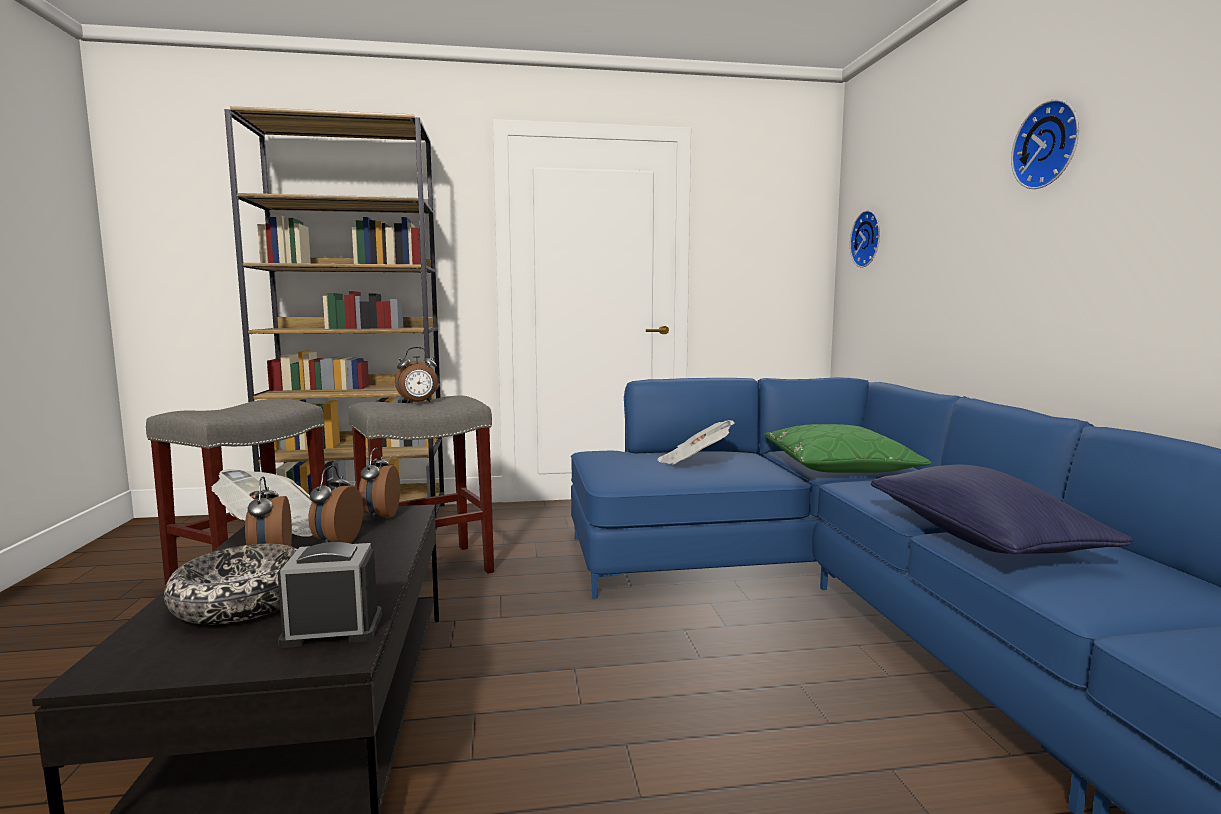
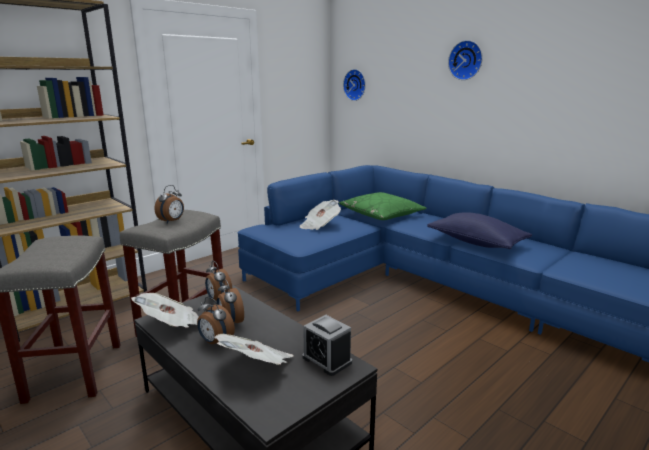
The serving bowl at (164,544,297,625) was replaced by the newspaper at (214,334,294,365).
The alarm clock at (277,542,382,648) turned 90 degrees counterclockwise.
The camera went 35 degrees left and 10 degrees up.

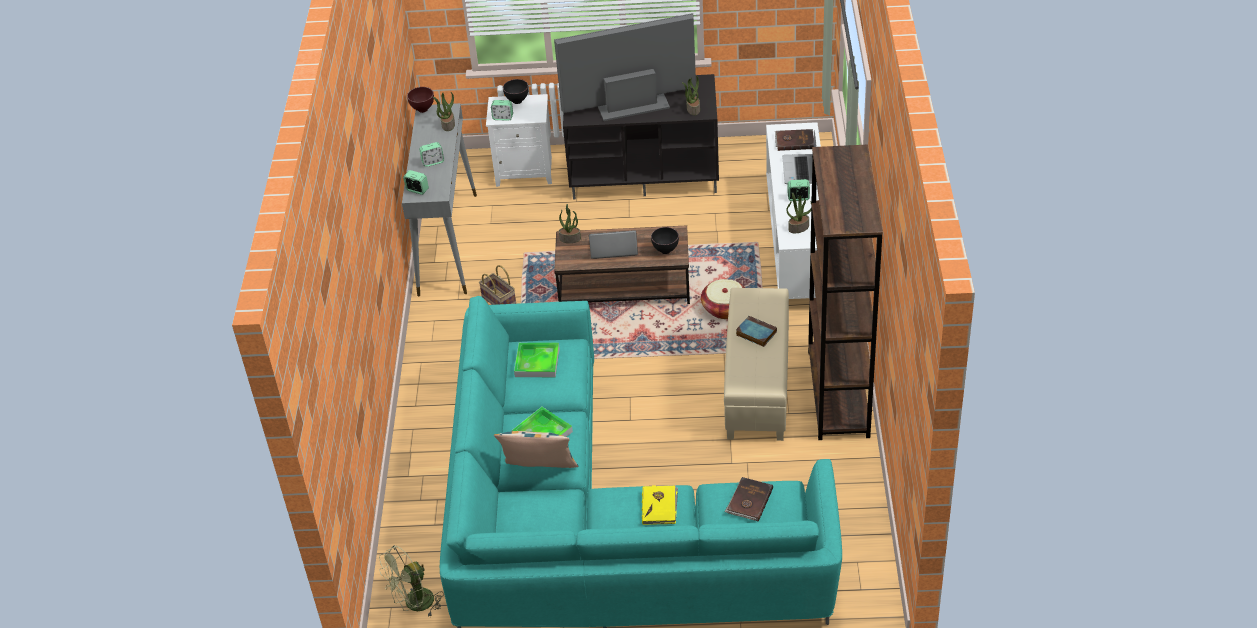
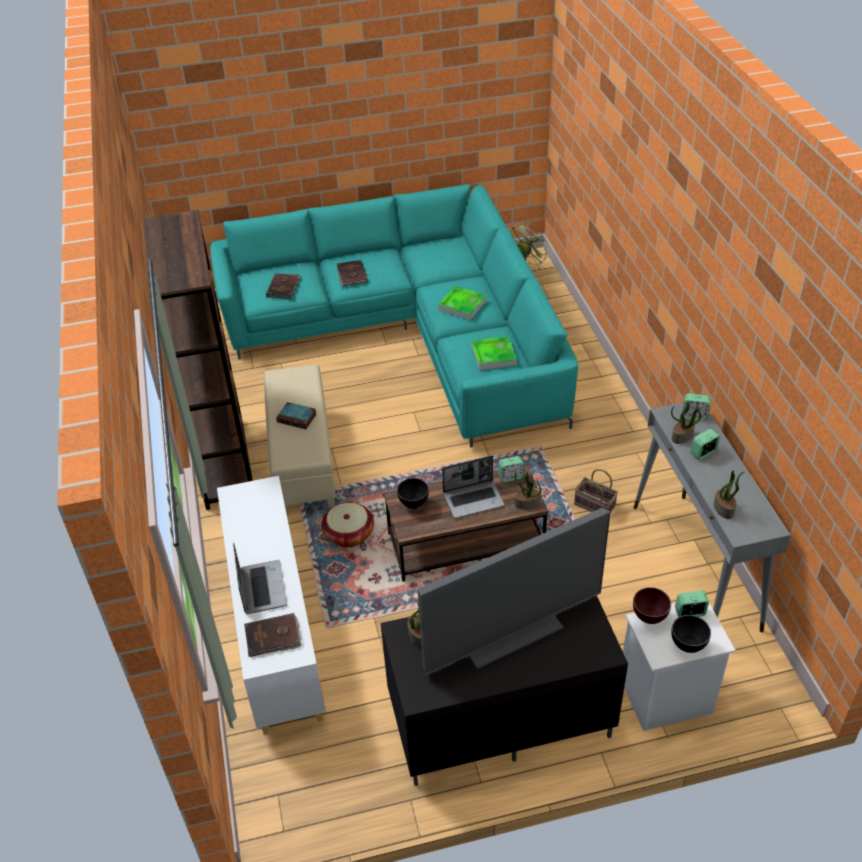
The bound book in yellow at (642,485,678,525) became the bound book in brown at (336,260,368,286).
The alarm clock moved from (788,179,810,201) to (498,456,524,482).
The serving bowl in brown moved from (407,87,434,113) to (633,587,671,624).
The potted plant moved from (786,193,811,233) to (671,401,701,444).
The cushion at (494,431,578,468) disappeared.
The camera went 165 degrees right and 0 degrees up.

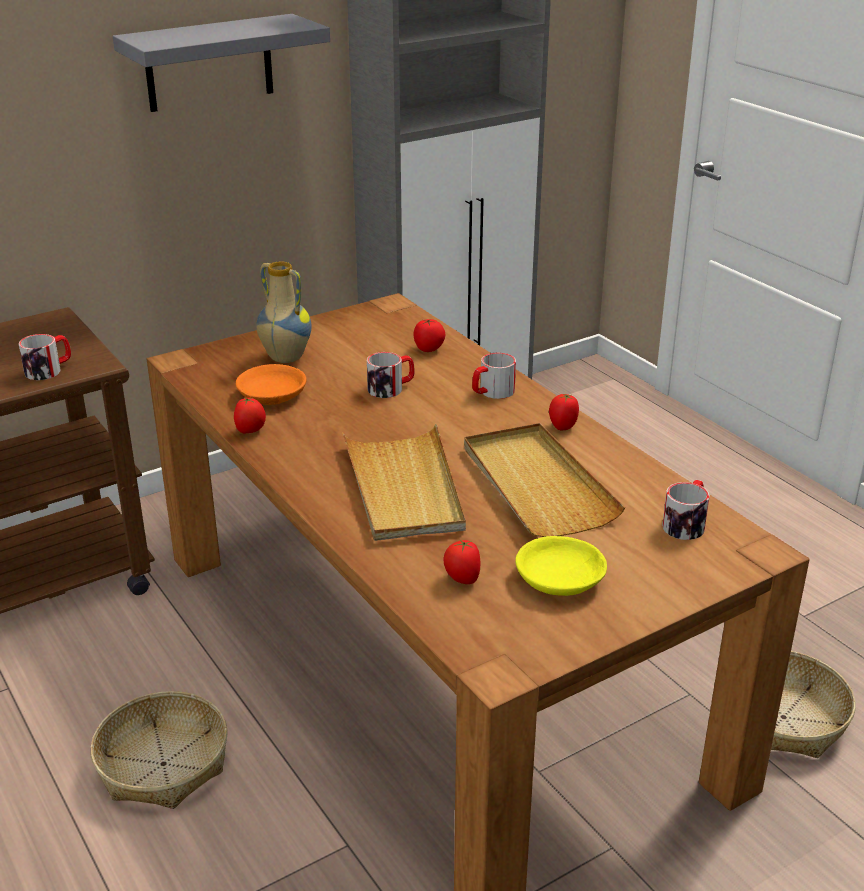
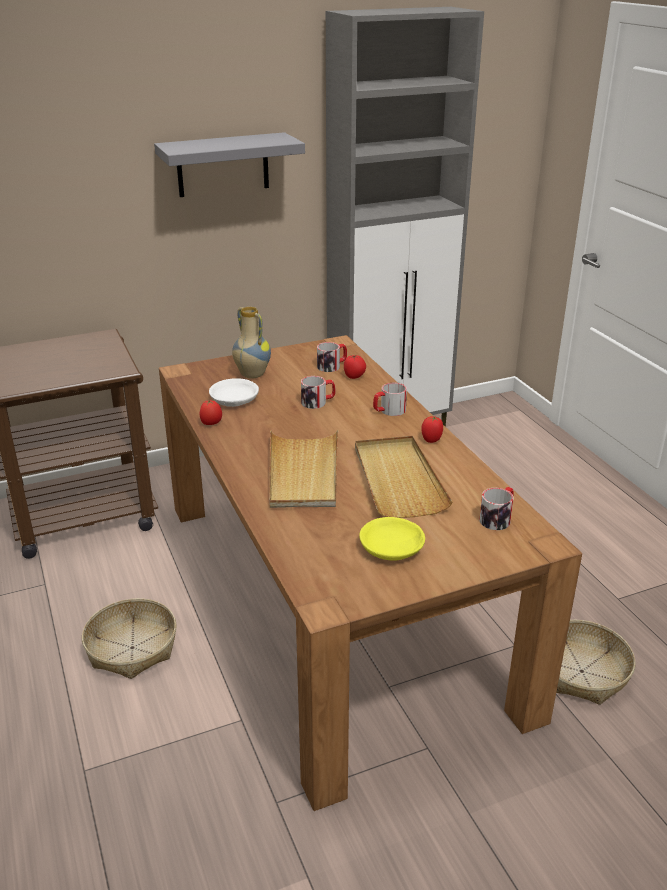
The serving bowl in orange at (236,364,307,405) became the serving bowl in white-coloured at (209,378,259,407).
The tea mug moved from (19,334,71,380) to (317,342,347,372).
The fresh tomato at (444,539,480,584) disappeared.
The camera went 10 degrees right and 0 degrees up.

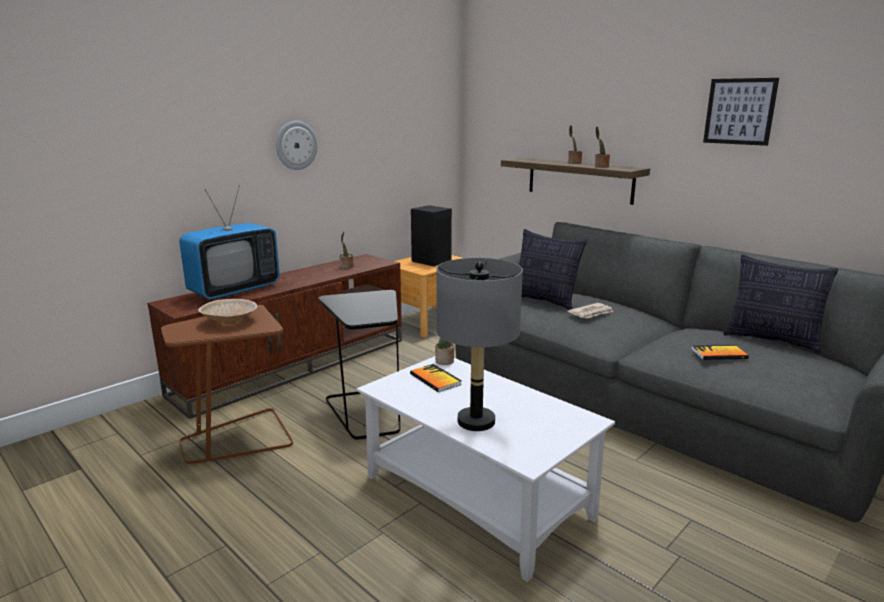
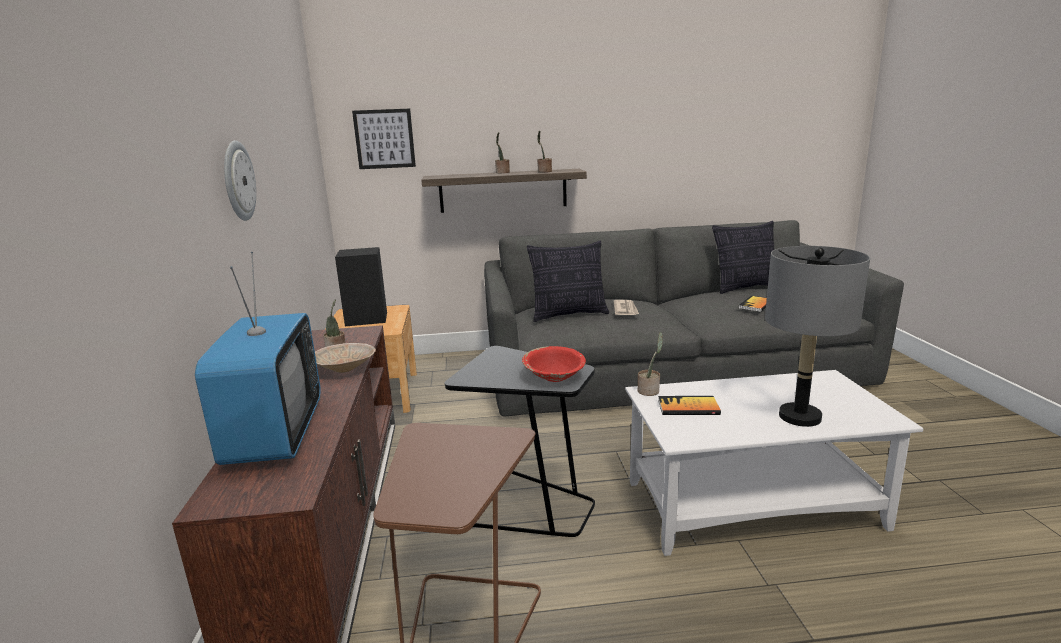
The serving bowl in beige moved from (198,299,258,324) to (315,343,376,373).
The wall picture moved from (703,78,779,146) to (352,109,416,169).
The serving bowl in reddish at (522,346,586,382) appeared.
The camera went 50 degrees left and 0 degrees up.

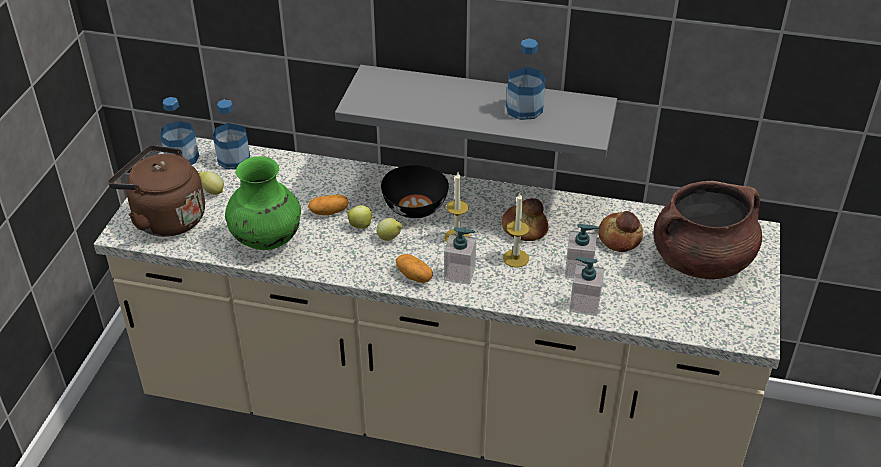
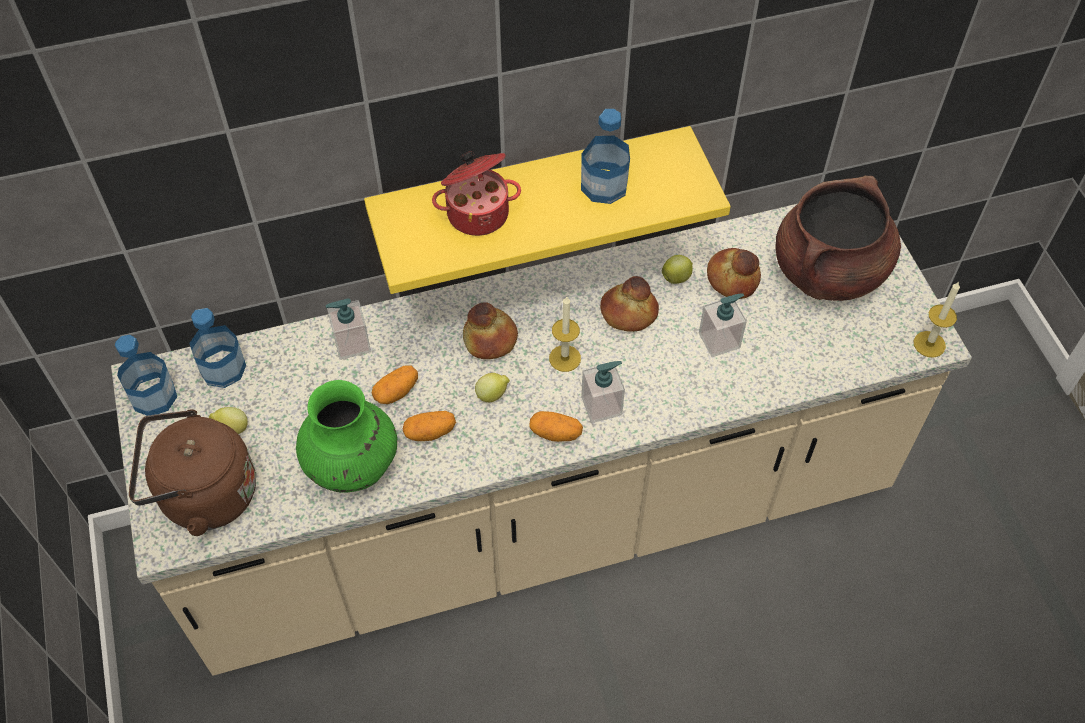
The soap bottle moved from (570,257,604,316) to (326,298,371,360).
The bracket shelf in gray at (335,65,617,158) became the bracket shelf in yellow at (364,126,731,294).
The whole potato at (403,411,456,441) appeared.
The stockpot at (432,151,521,236) appeared.
The serving bowl in blackish at (381,165,449,218) was replaced by the baked bread at (463,302,518,359).
The apple fruit moved from (347,205,375,229) to (662,255,693,284).
The candle moved from (503,193,530,268) to (914,281,960,358).
The camera went 30 degrees left and 15 degrees up.

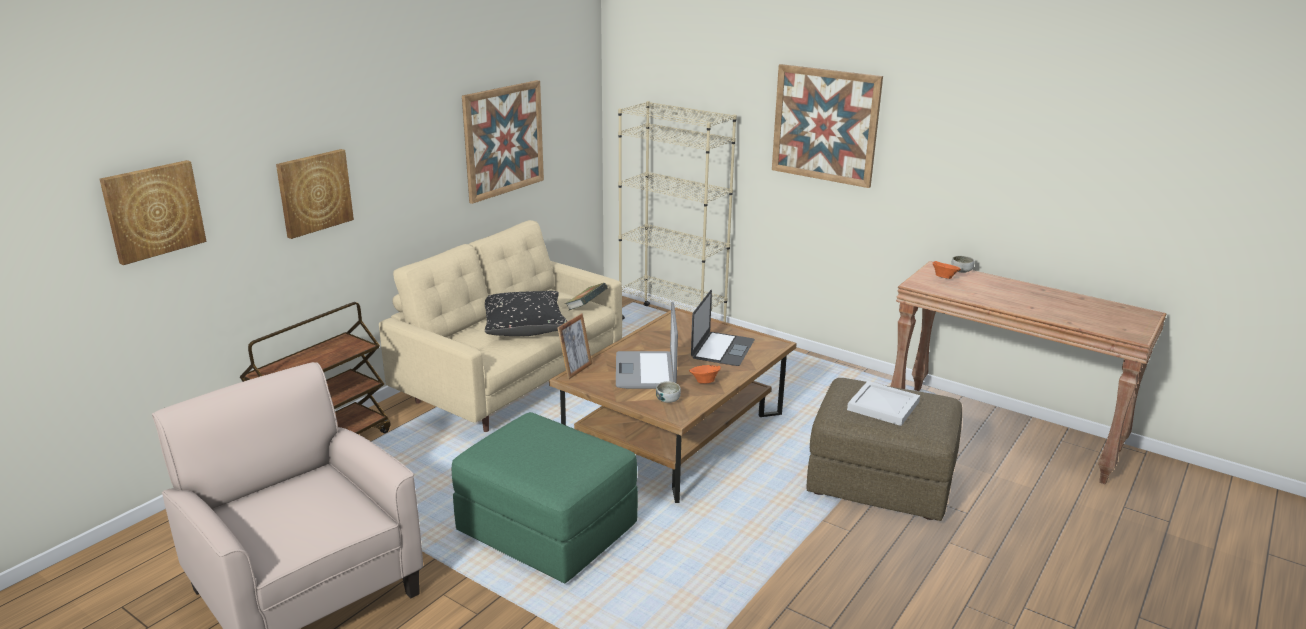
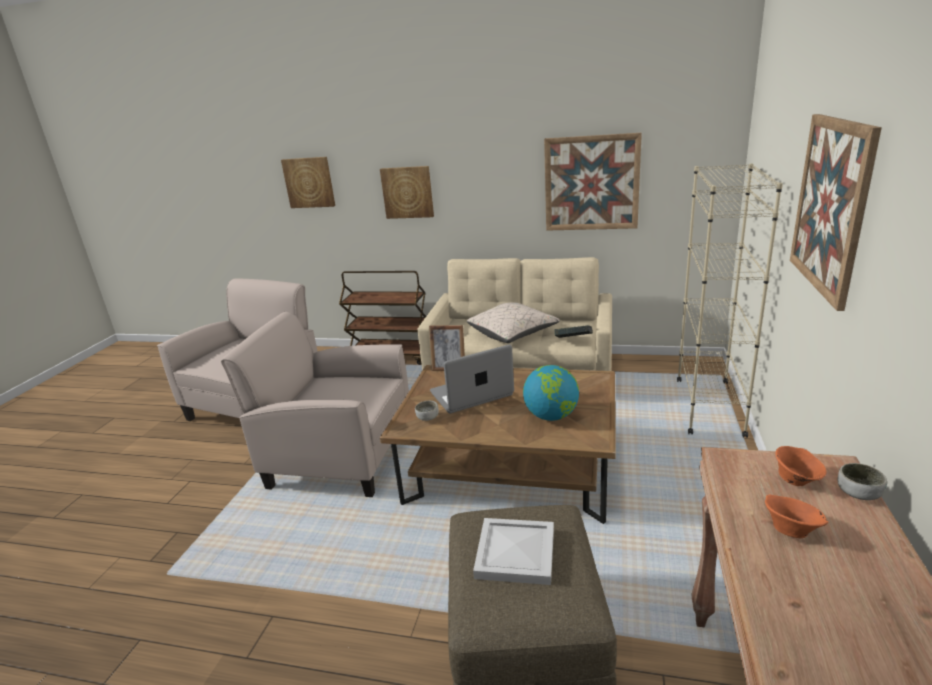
The footrest in green-coloured at (452,412,638,583) was replaced by the lounge chair in beige at (221,312,409,497).
The cushion in blackish at (485,291,568,336) became the cushion in beige at (467,303,560,343).
The laptop at (691,290,755,366) was replaced by the world globe at (523,365,579,421).
The serving bowl in orange moved from (689,365,721,384) to (765,495,829,538).
The camera went 70 degrees right and 0 degrees up.

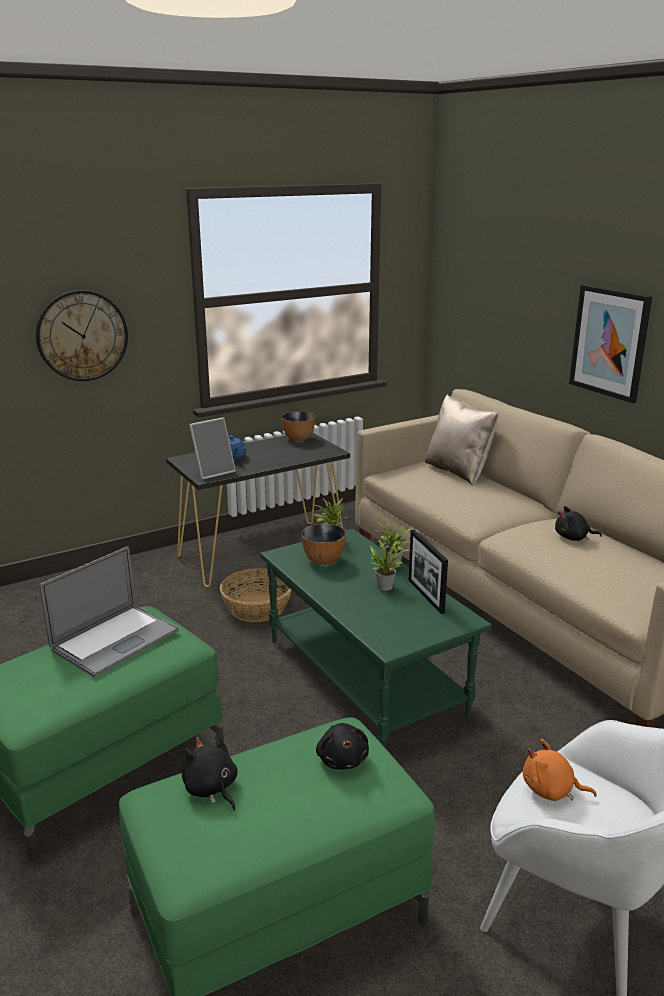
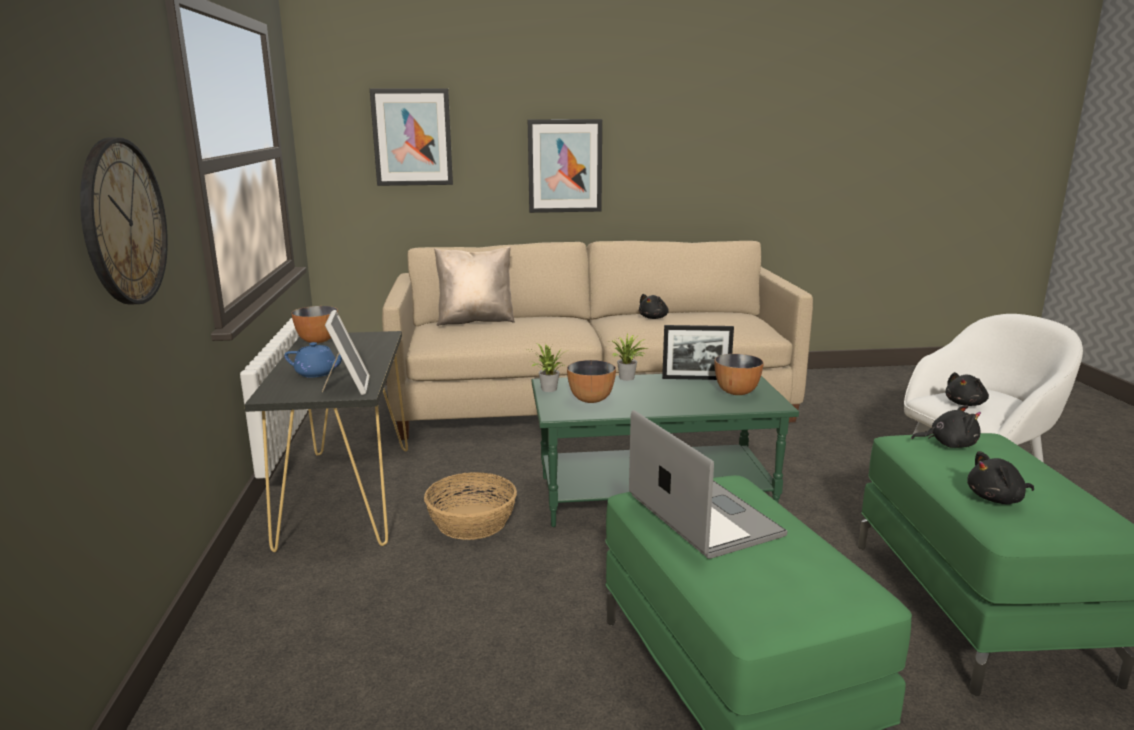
The wall picture at (370,88,453,186) appeared.
The serving bowl at (715,354,764,395) appeared.
The plush toy in orange at (523,739,597,801) became the plush toy in blackish at (945,372,989,406).
The potted plant at (369,541,409,591) disappeared.
The camera went 65 degrees left and 5 degrees down.

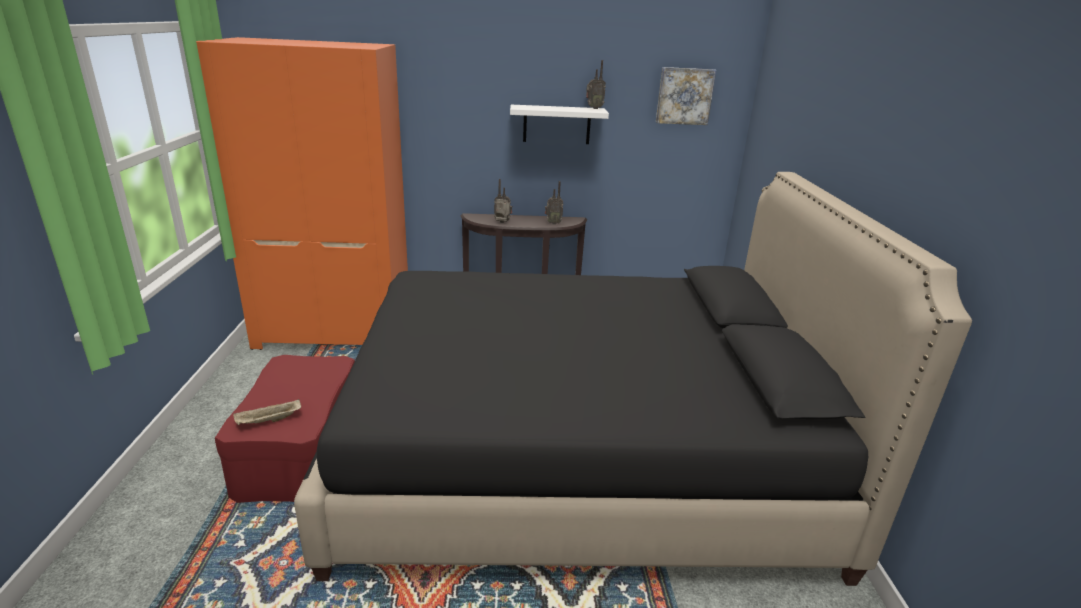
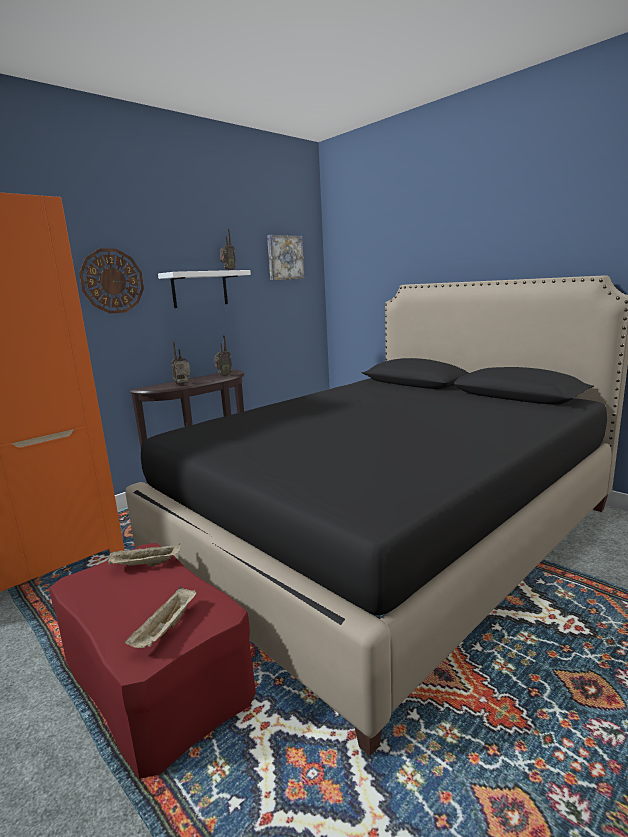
The wall clock at (79,248,144,314) appeared.
The carrying tray in beige at (108,543,181,567) appeared.
The camera went 40 degrees left and 10 degrees down.

